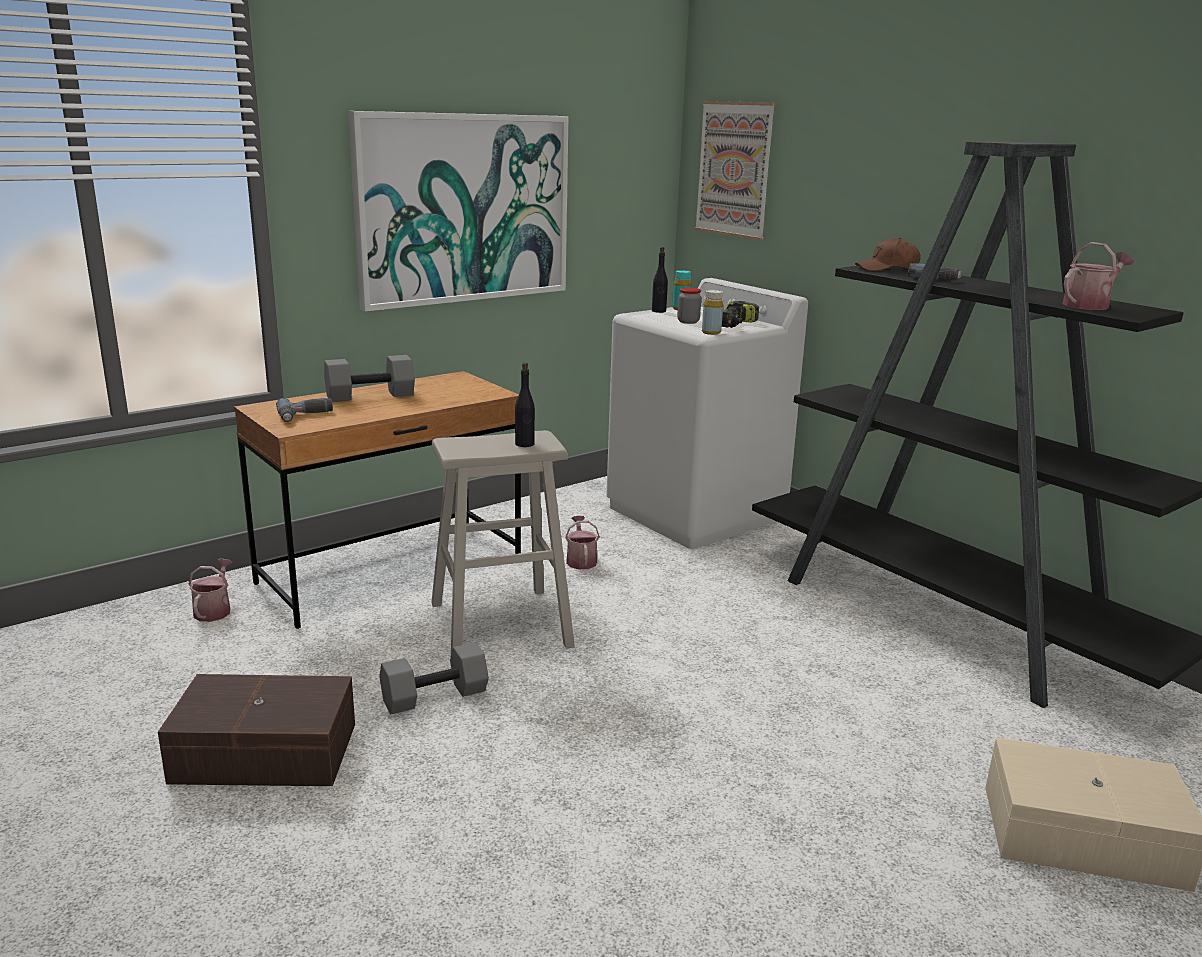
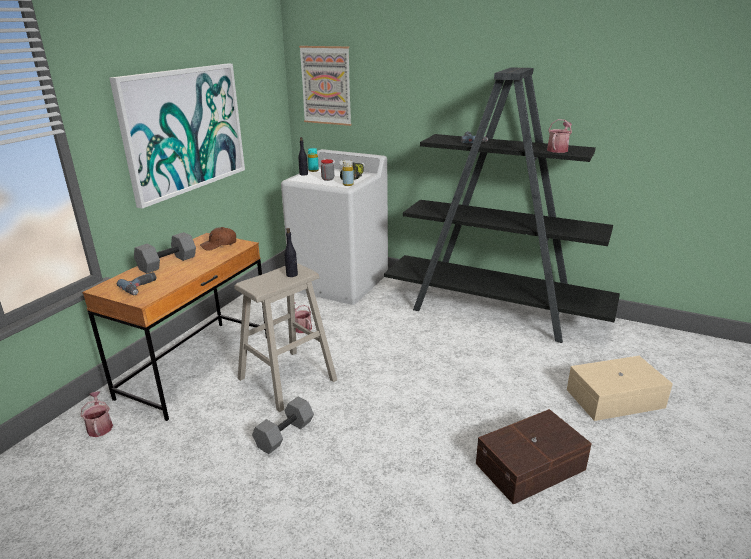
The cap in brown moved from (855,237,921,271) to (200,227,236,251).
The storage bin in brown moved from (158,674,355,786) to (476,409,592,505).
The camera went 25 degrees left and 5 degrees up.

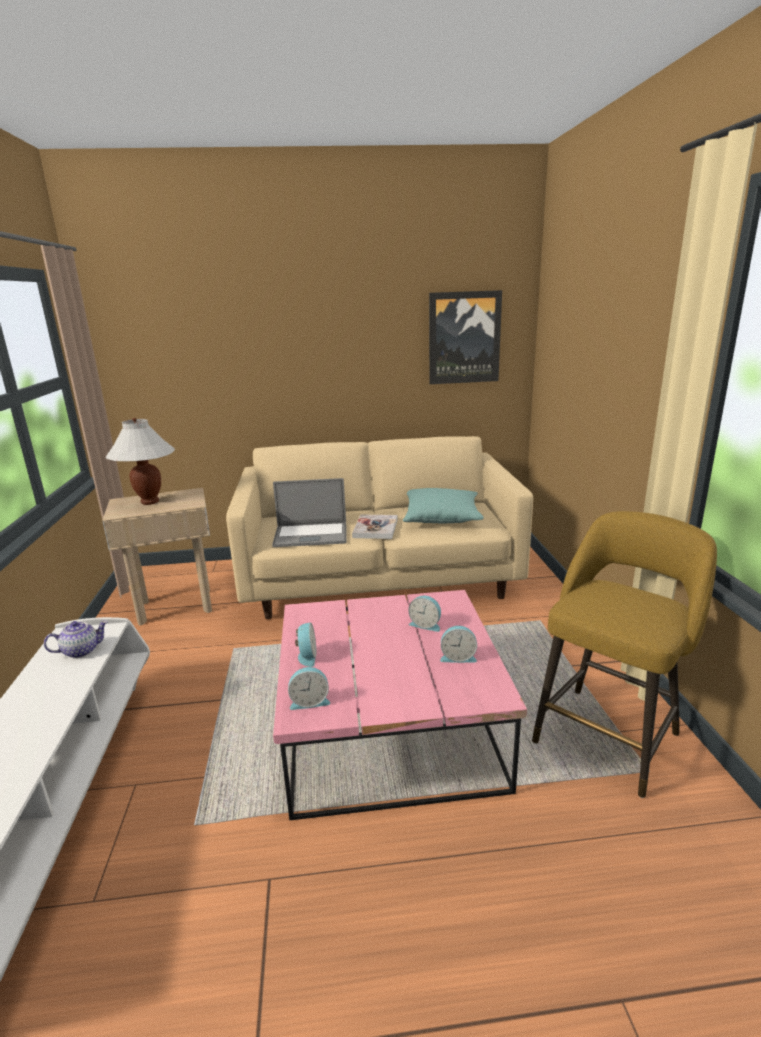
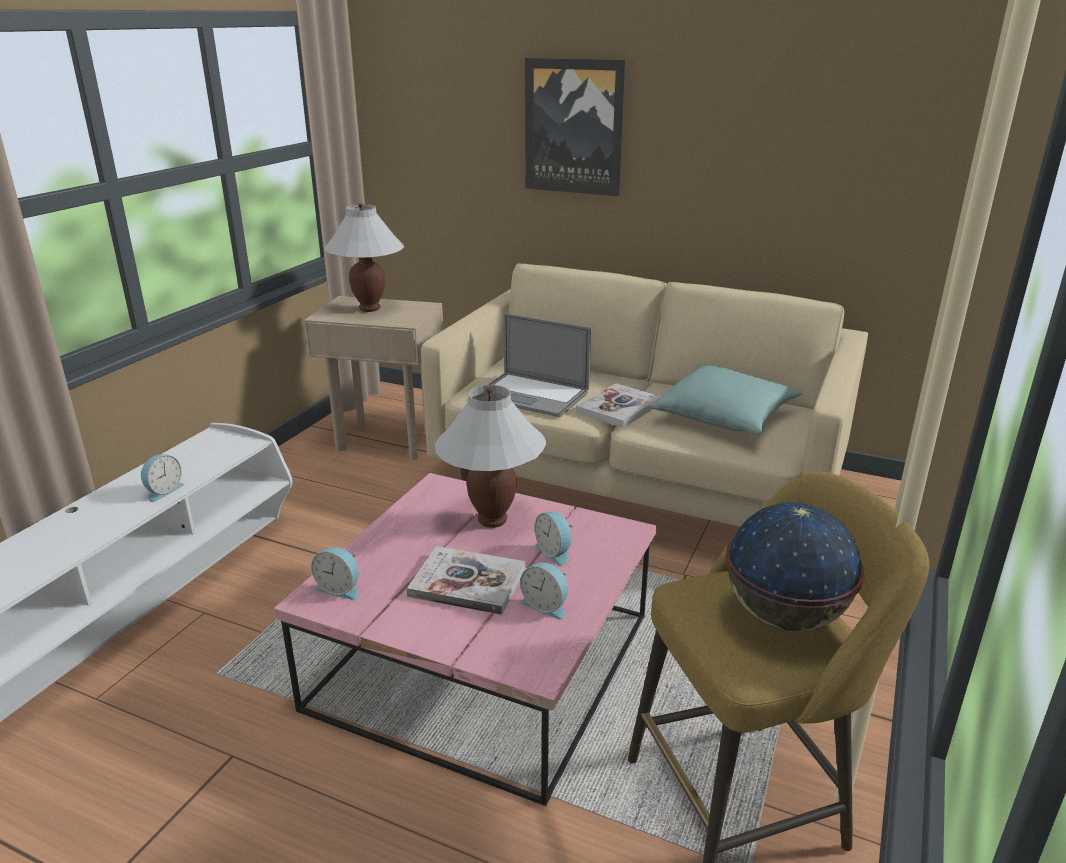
The alarm clock moved from (295,623,316,667) to (141,454,184,502).
The bound book at (407,546,525,615) appeared.
The table lamp in white-coloured at (434,385,547,528) appeared.
The wall picture moved from (429,290,502,384) to (525,58,626,196).
The world globe at (725,502,864,632) appeared.
The teapot at (44,621,108,658) disappeared.
The camera went 30 degrees right and 5 degrees up.

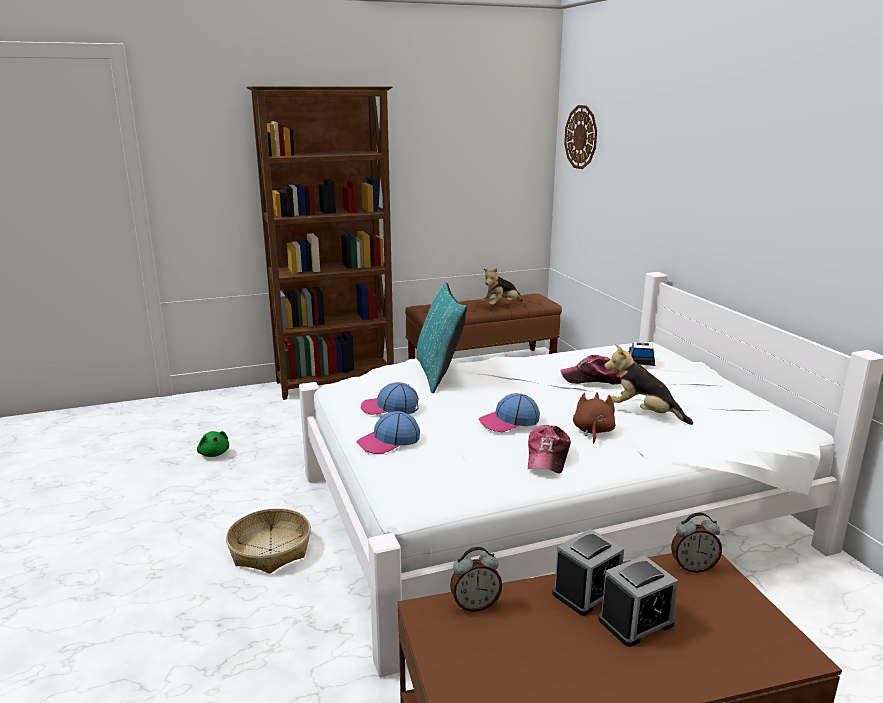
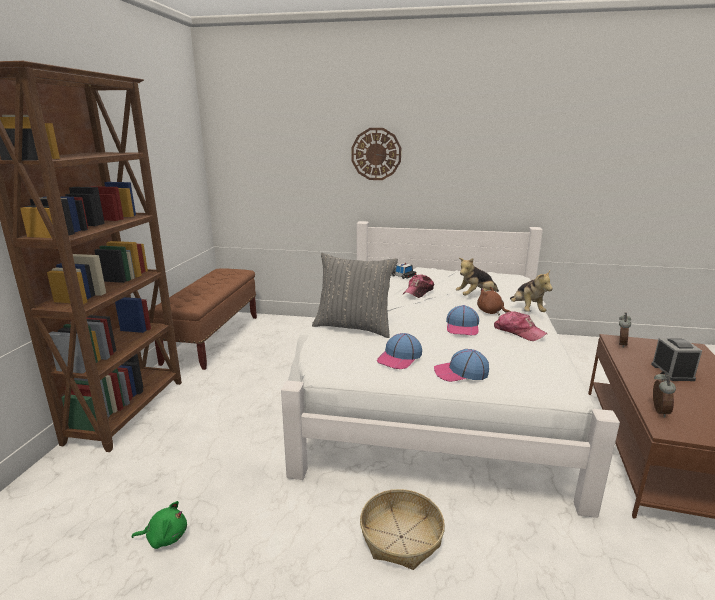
The cushion in blue-green at (416,282,467,393) became the cushion in gray at (312,253,398,338).
The wall clock moved from (564,105,597,169) to (351,128,401,180).
The cap at (356,411,420,454) turned 90 degrees clockwise.
The plush toy moved from (481,268,523,305) to (510,271,553,312).
The alarm clock at (552,529,624,616) disappeared.
The camera went 60 degrees left and 0 degrees up.

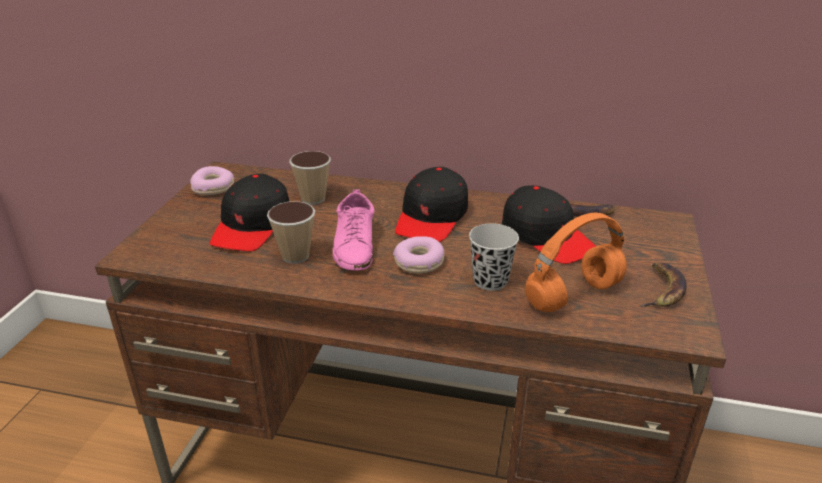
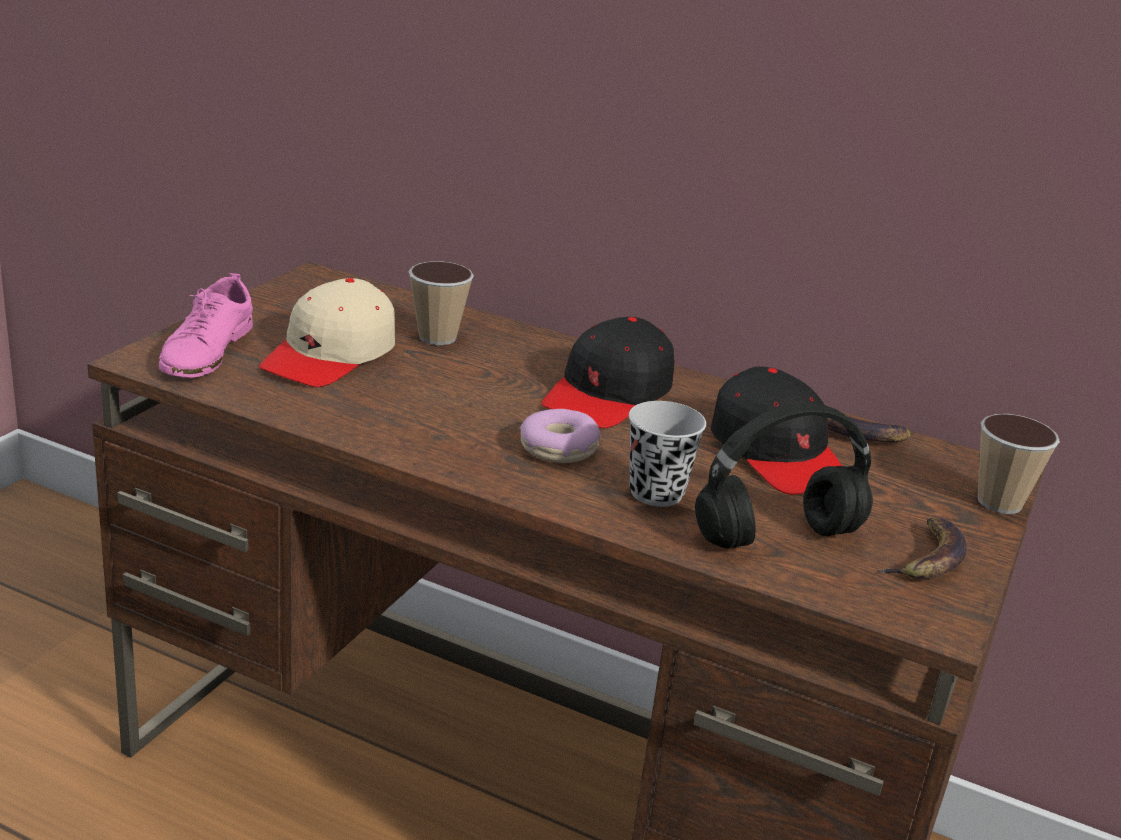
The low shoe in pinkish moved from (333,189,374,271) to (159,273,253,378).
The cap in blackish at (210,174,289,251) became the cap in beige at (259,278,395,387).
The headphones in orange at (525,213,627,312) became the headphones in blackish at (695,403,873,549).
The small cup moved from (267,201,315,264) to (978,414,1060,514).
The ring doughnut at (190,166,235,195) disappeared.
The camera went 10 degrees right and 5 degrees down.

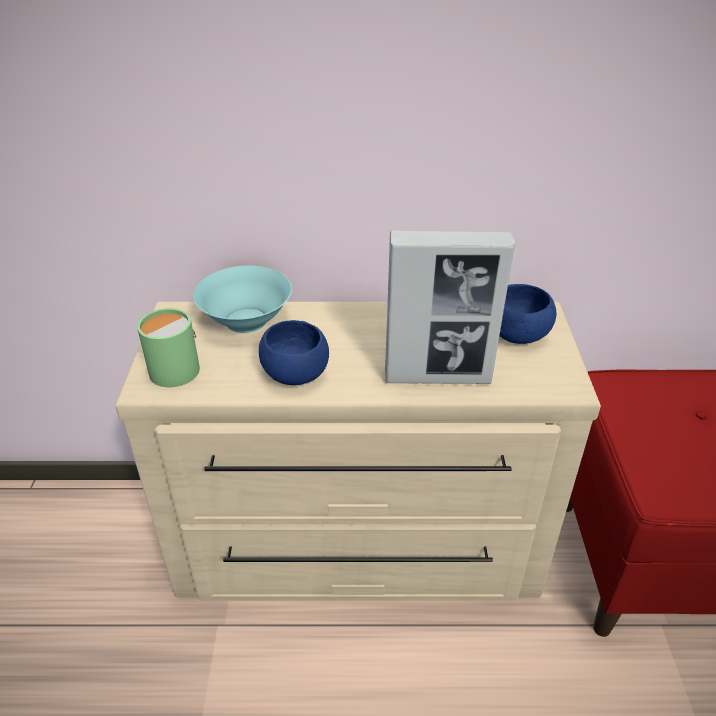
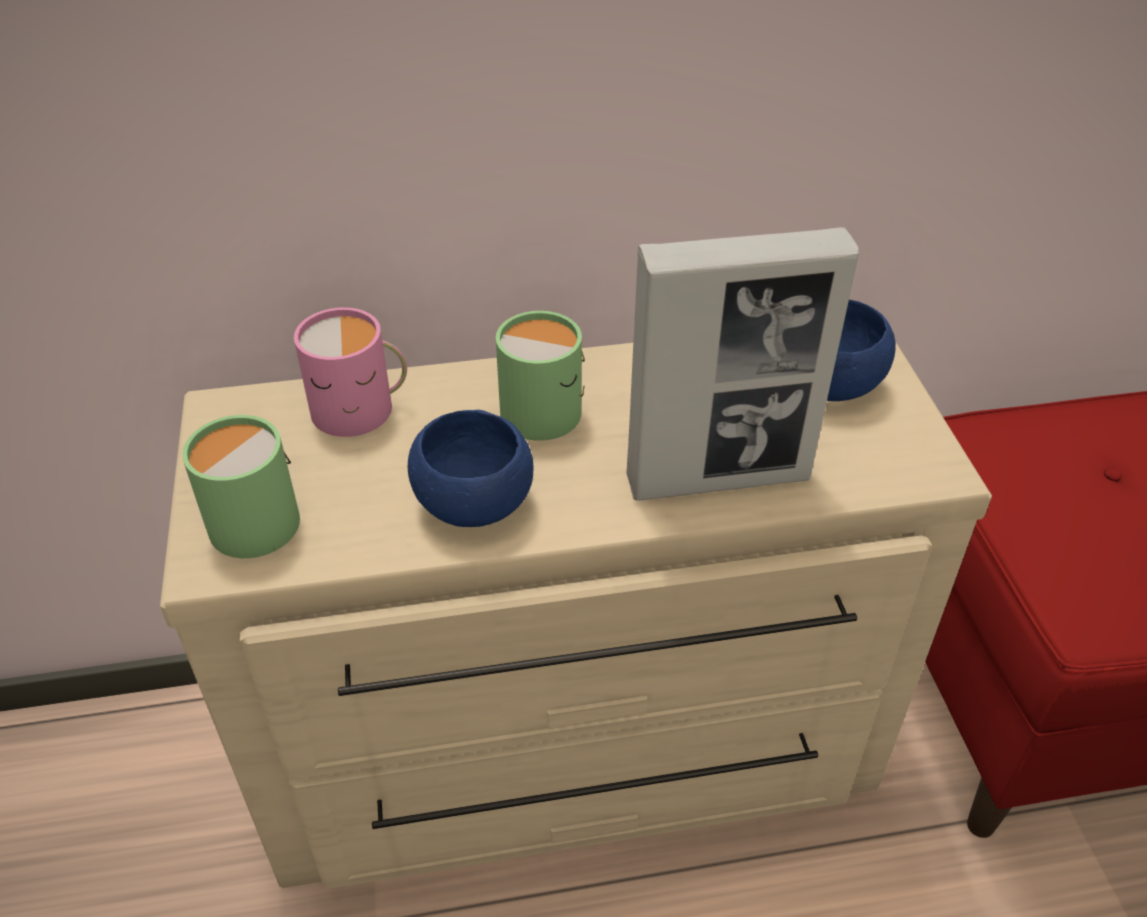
The serving bowl in blue-green at (193,266,292,333) was replaced by the tea mug in pinkish at (294,307,407,437).
The tea mug in green-coloured at (496,311,585,441) appeared.
The camera went 10 degrees left and 5 degrees up.

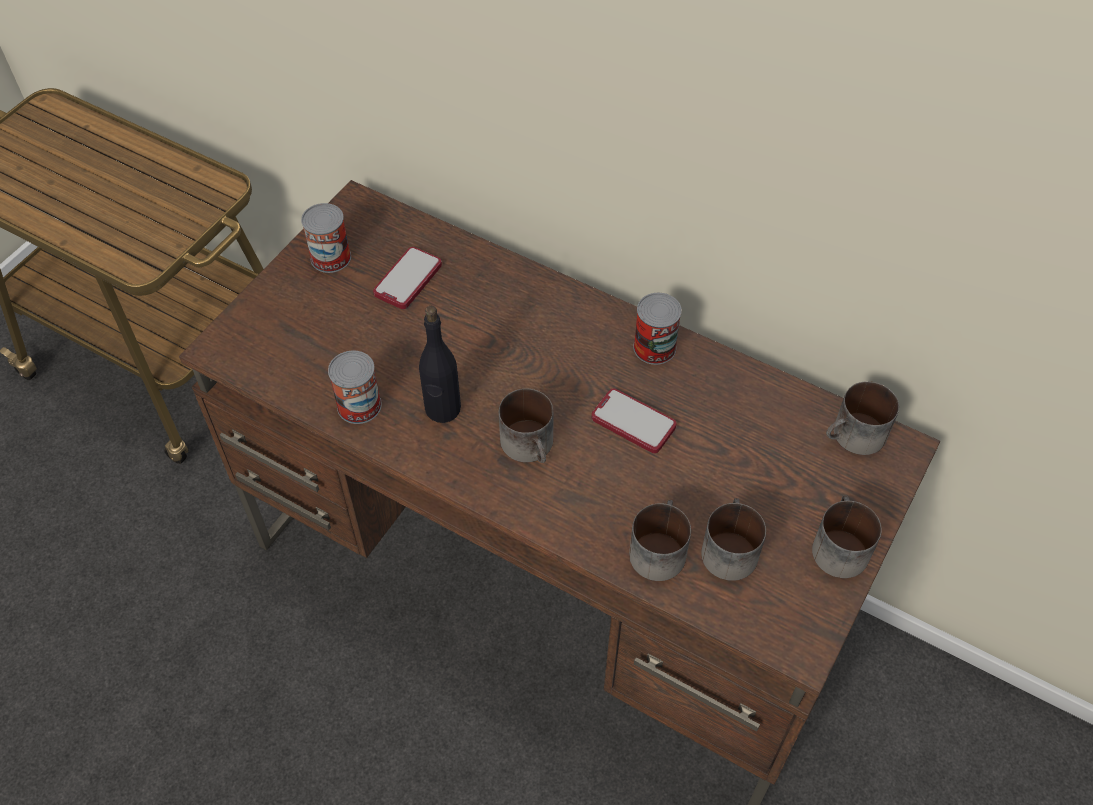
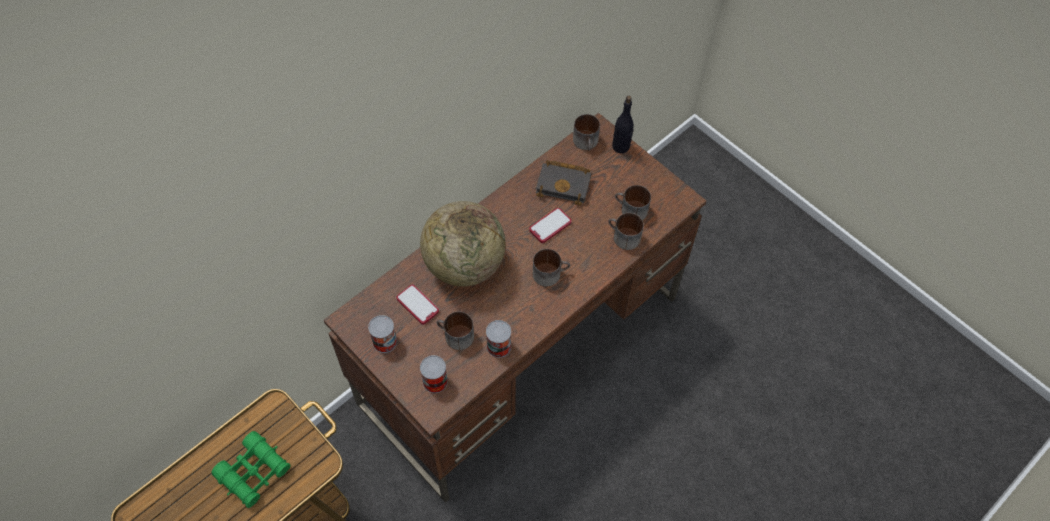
The field glasses in green-coloured at (211,431,291,508) appeared.
The world globe at (420,201,506,287) appeared.
The can moved from (633,293,682,365) to (420,355,448,393).
The tea mug moved from (812,495,882,578) to (437,311,474,350).
The bound book in blackish at (536,160,591,206) appeared.
The drink bottle in blackish moved from (419,306,461,423) to (612,96,634,153).
The camera went 75 degrees left and 5 degrees up.

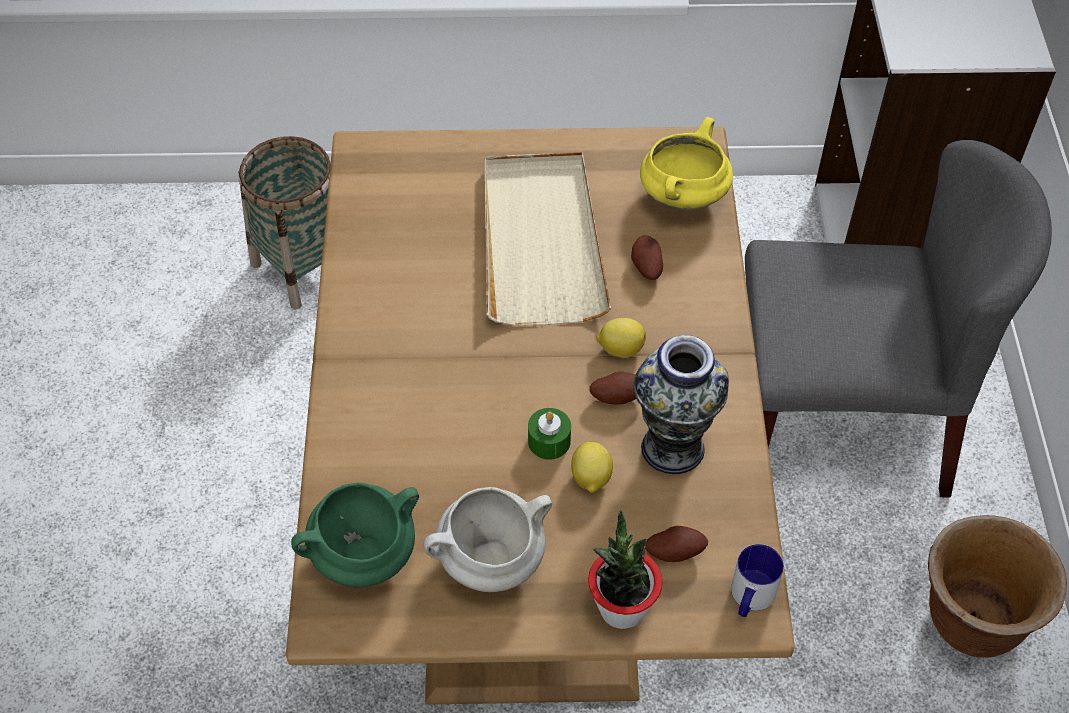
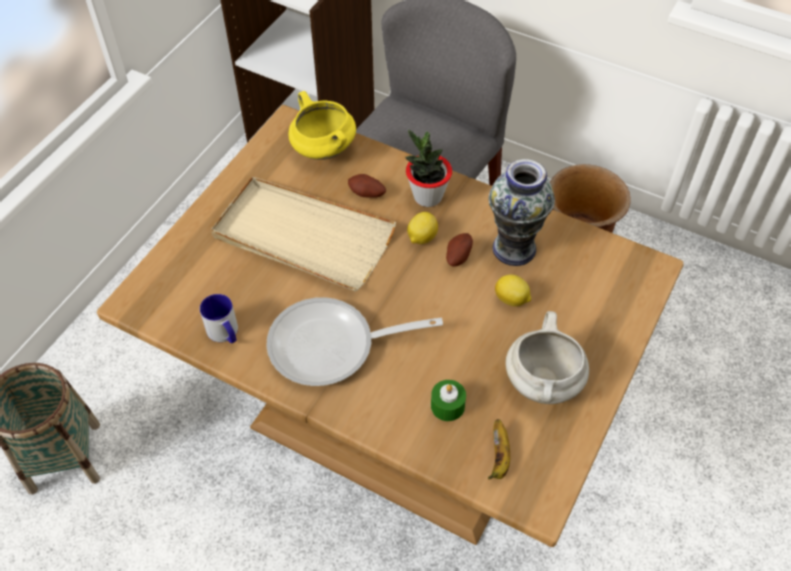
The tea mug moved from (731,544,784,617) to (200,294,238,343).
The pan at (266,297,443,386) appeared.
The potted plant moved from (588,510,663,629) to (405,129,452,207).
The candle in green-coloured moved from (528,408,571,459) to (431,380,466,421).
The stockpot in green-coloured at (291,483,419,587) was replaced by the banana at (488,419,510,479).
The whole potato at (645,526,708,562) disappeared.
The camera went 60 degrees left and 0 degrees up.

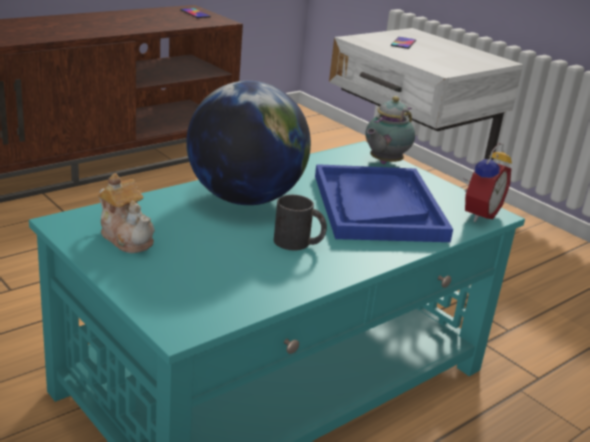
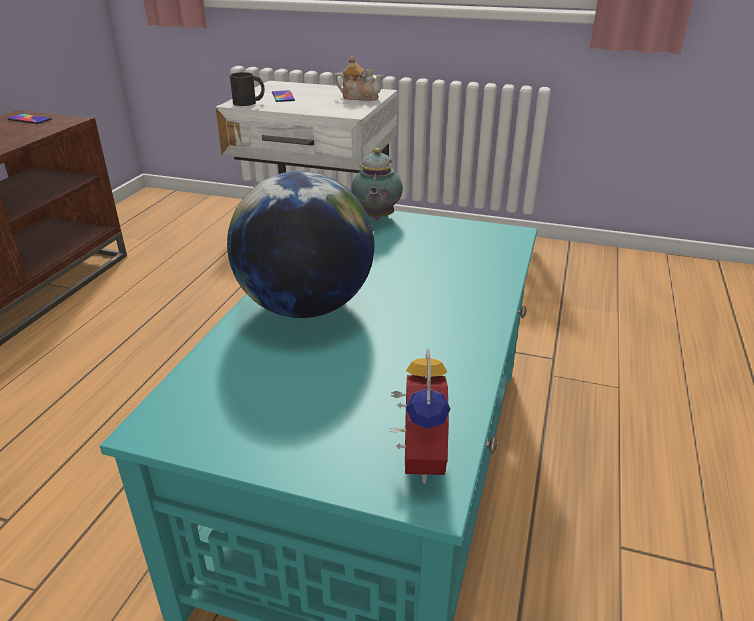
The tea mug in blackish moved from (274,195,327,250) to (230,72,265,106).
The teapot moved from (98,173,155,253) to (334,56,384,101).
The alarm clock moved from (465,143,512,222) to (391,348,450,484).
The carrying tray in blue at (315,164,453,242) disappeared.
The camera went 30 degrees left and 5 degrees up.

